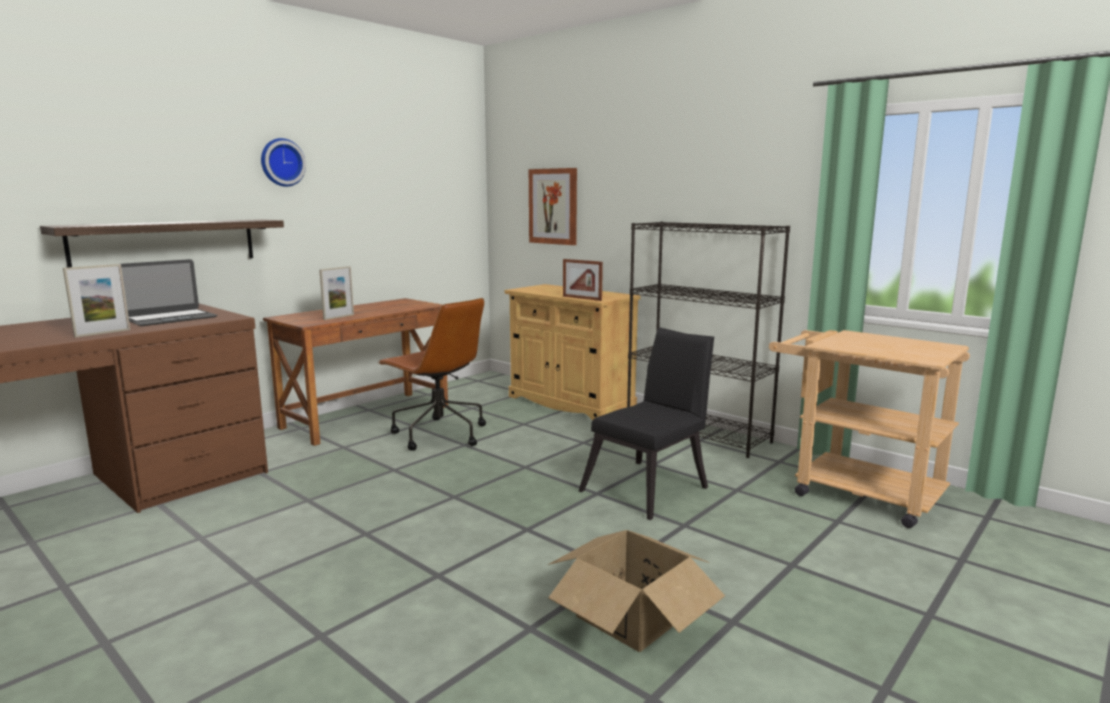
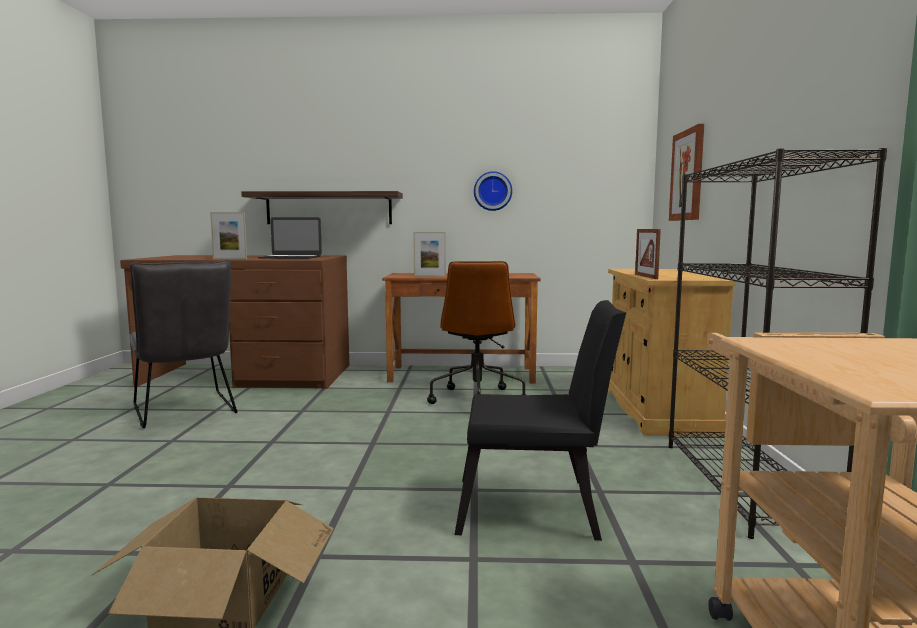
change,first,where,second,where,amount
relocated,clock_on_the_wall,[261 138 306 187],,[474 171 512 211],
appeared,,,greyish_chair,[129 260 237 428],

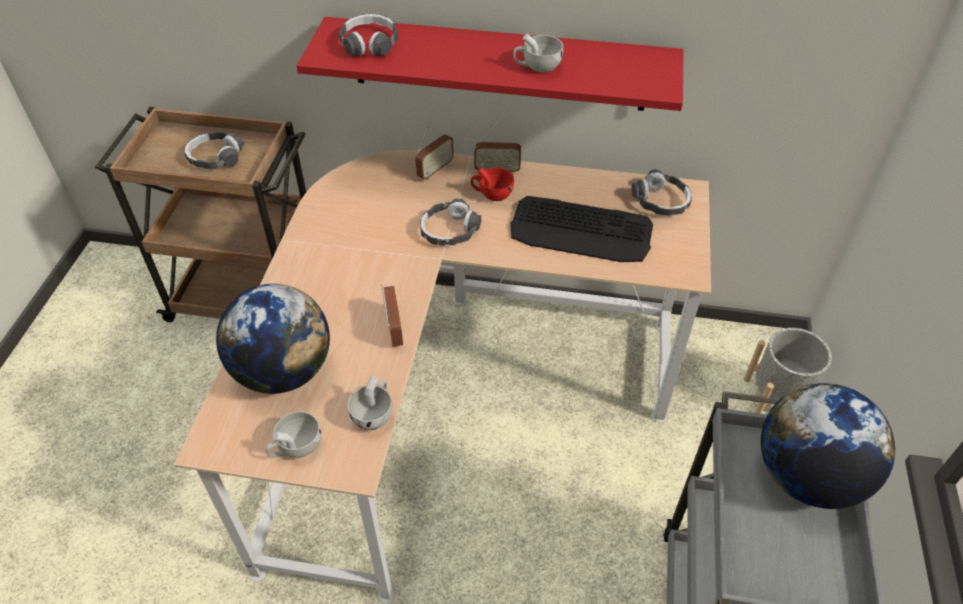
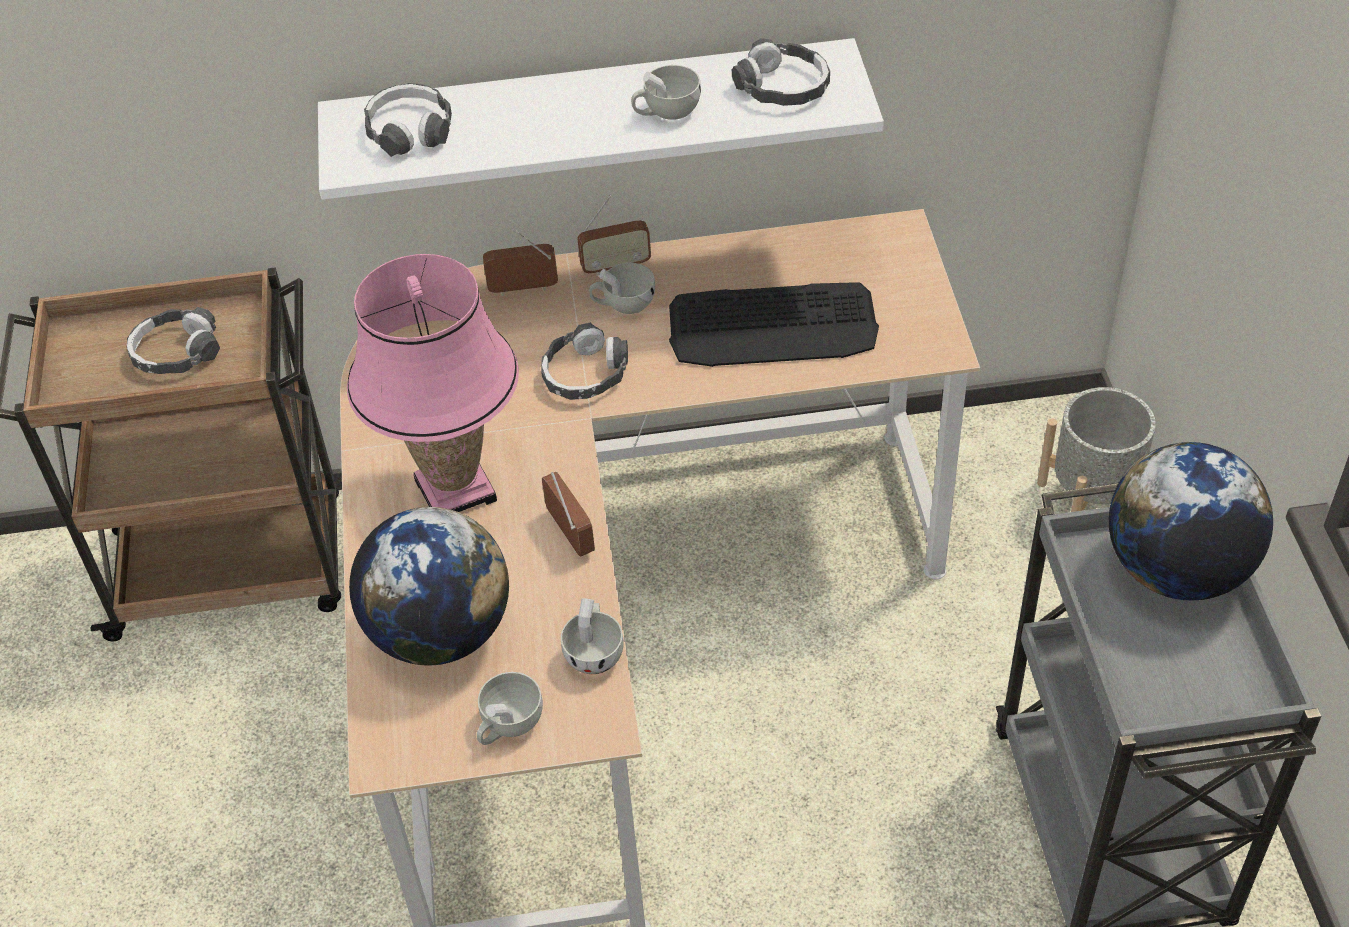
change,first,where,second,where,amount
colour,red-coloured_wall_shelf,[297 17 684 111],white_wall_shelf,[318 38 884 200],
spun,radio_receiver,[415 122 454 180],,[483 229 558 296],120 degrees counterclockwise
colour,red-coloured_cup,[471 167 514 201],white_cup,[589 263 655 314],
relocated,pair_of_headphones,[632 169 692 216],,[732 38 830 106],
appeared,,,pinkish_tabletop_lamp,[347 254 519 512],

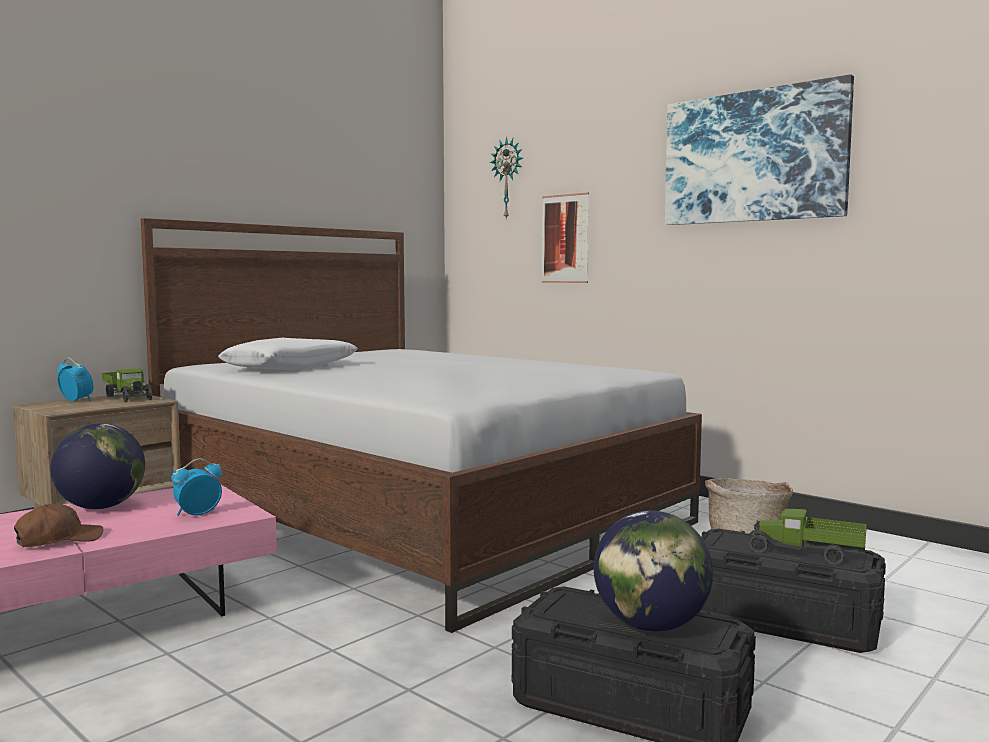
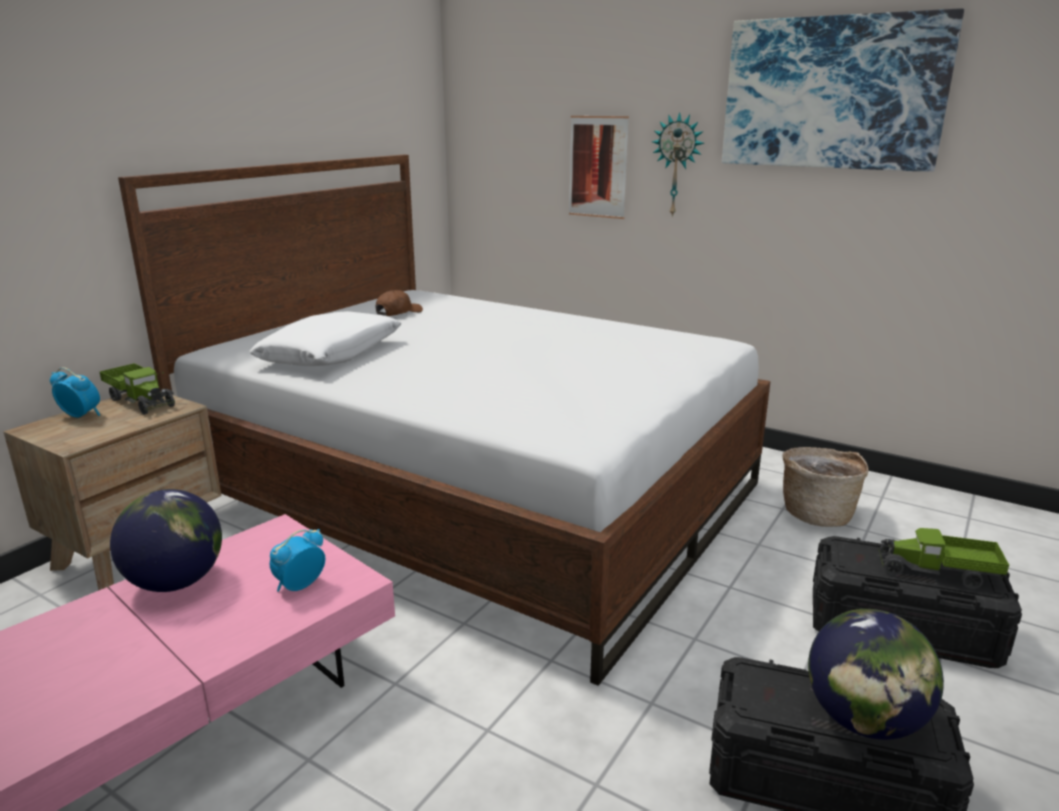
change,first,where,second,where,amount
relocated,brown-coloured_peaked_cap,[14 504 103 547],,[376 290 423 316],
relocated,clock_on_the_wall,[490 137 523 219],,[652 112 704 217],

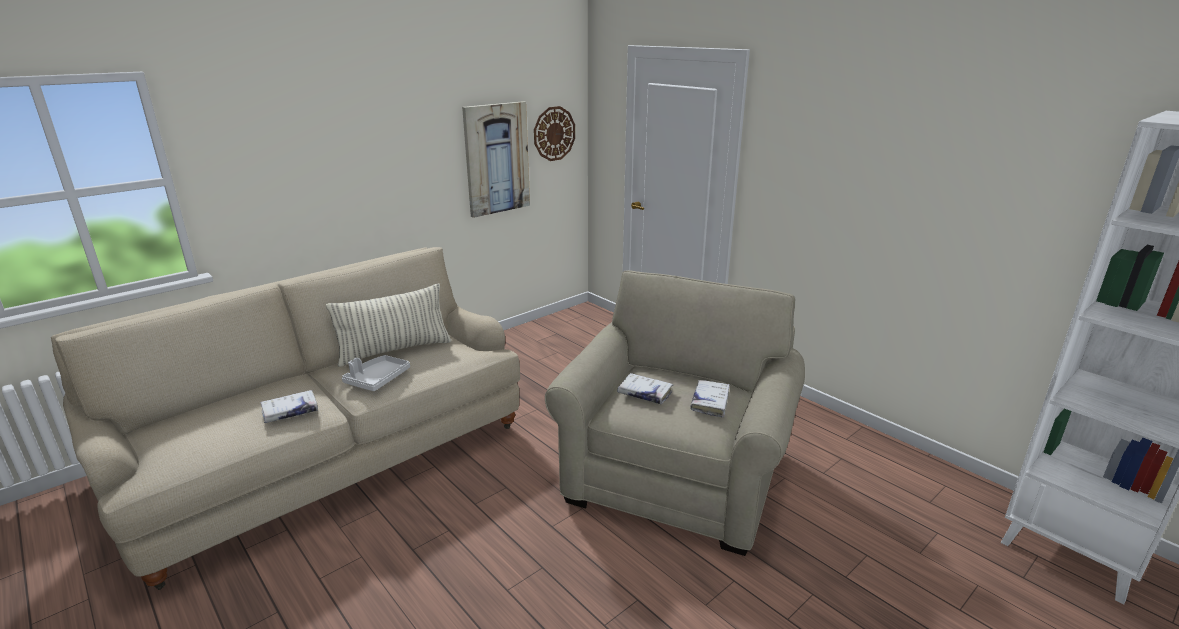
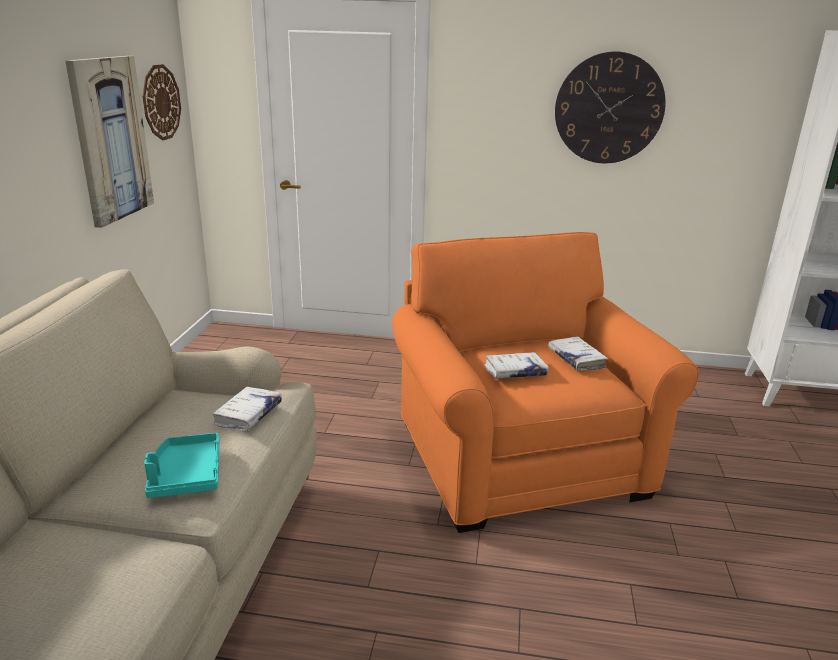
change,first,where,second,where,amount
relocated,white_bound_book,[260 390 318 423],,[212 386 282 430],
missing,throw_pillow,[326 283 451 367],,,
colour,greyish_serving_tray,[342 355 410 391],blue-green_serving_tray,[144 433 219 498],
colour,beige_lounge_chair,[545 270 805 556],orangey_lounge_chair,[392 232 699 533],
appeared,,,clock_on_the_wall,[555 52 666 163],

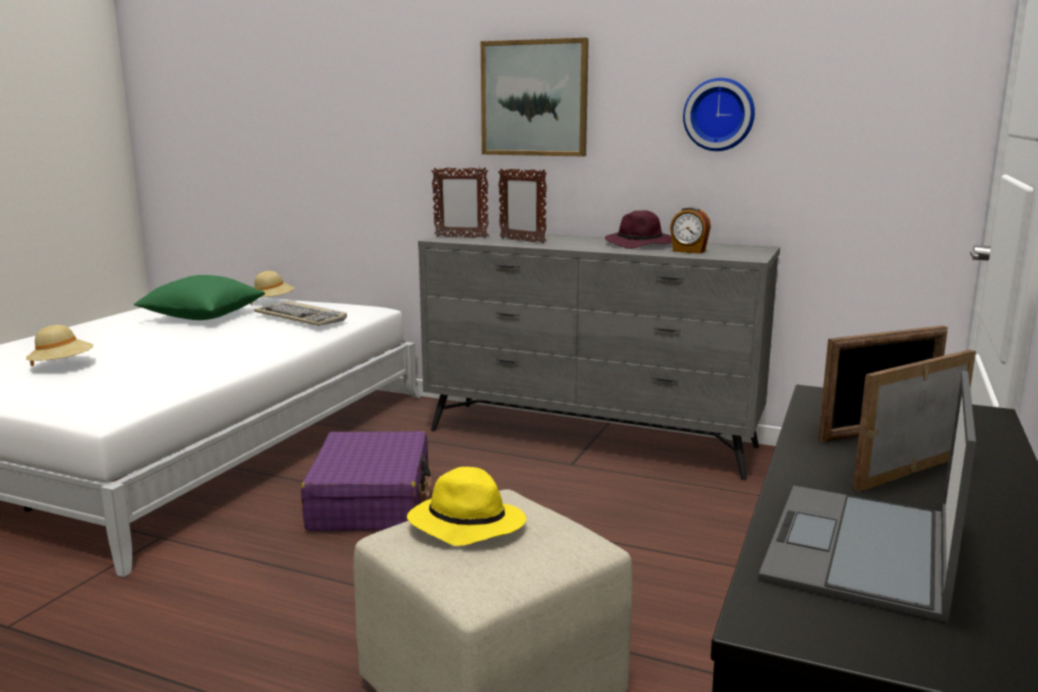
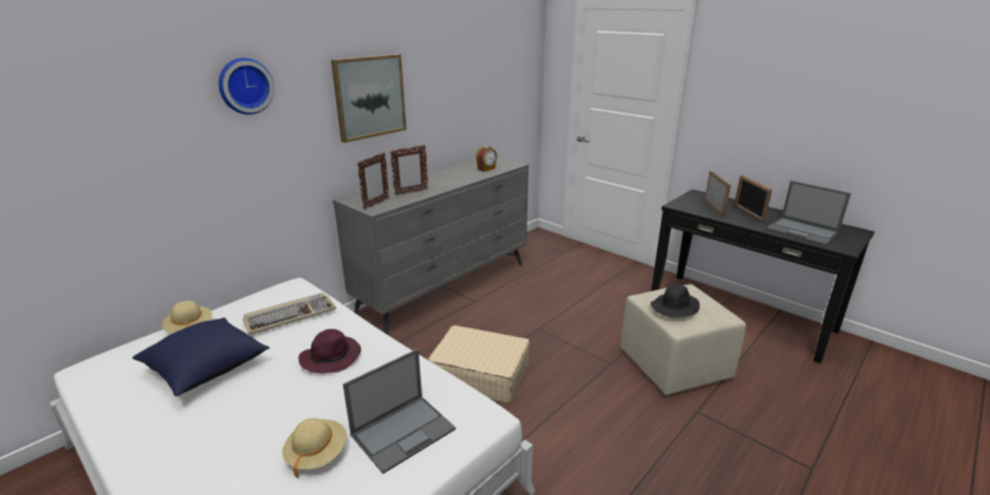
change,first,where,second,where,amount
colour,green-coloured_throw_pillow,[134 275 265 320],blue_throw_pillow,[132 318 269 397],
colour,purple_suitcase,[301 431 431 531],beige_suitcase,[427 325 530 403],
colour,yellowish_hat,[407 467 526 546],black-coloured_hat,[651 284 700 318],
relocated,purple_hat,[605 210 672 249],,[298 329 361 373],
relocated,clock_on_the_wall,[683 78 755 151],,[218 58 274 115],
appeared,,,notebook_computer,[343 349 456 474],

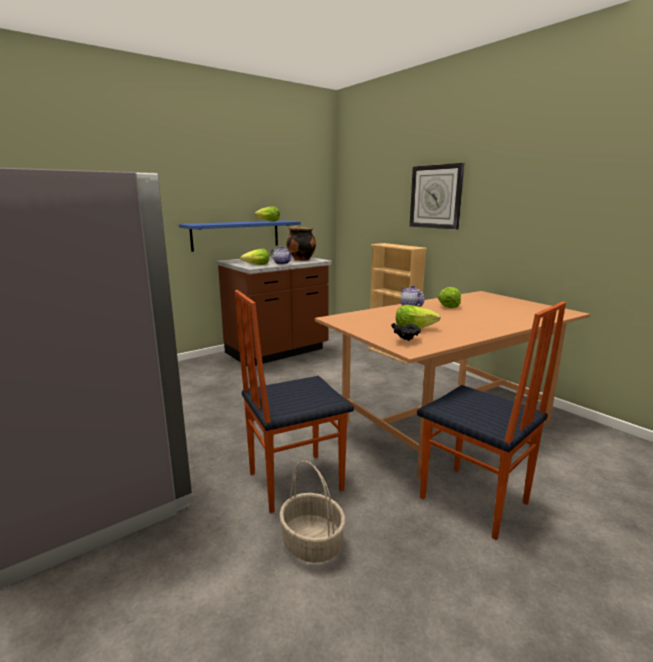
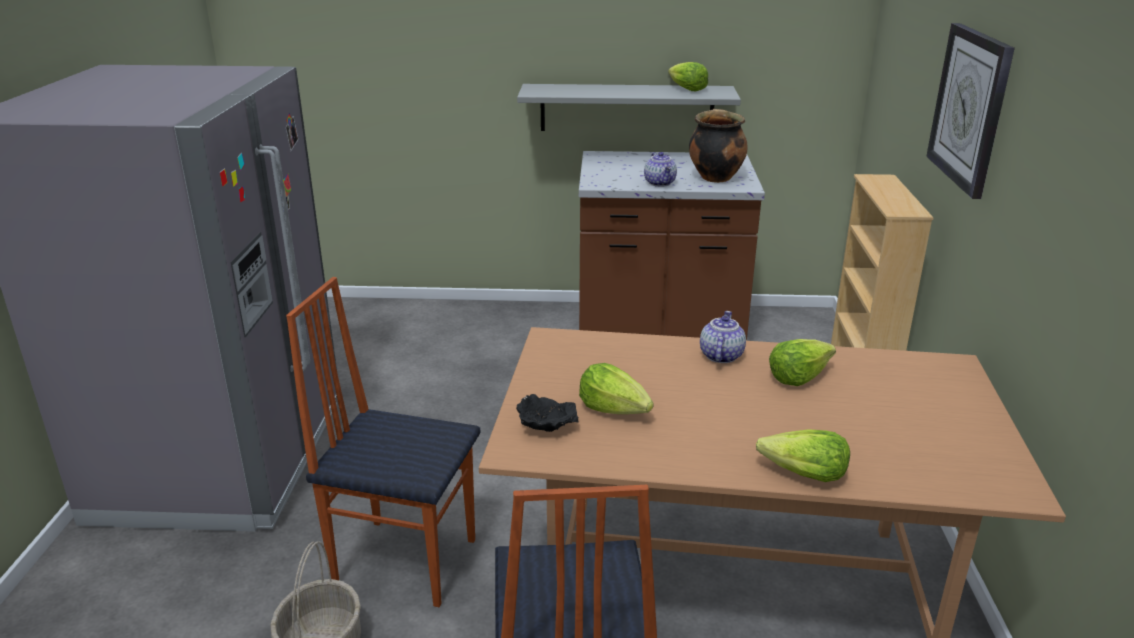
change,first,where,second,where,amount
colour,blue_wall_shelf,[179 221 301 252],greyish_wall_shelf,[517 84 741 131],
relocated,lettuce,[240 249 269 265],,[756 429 850 482],

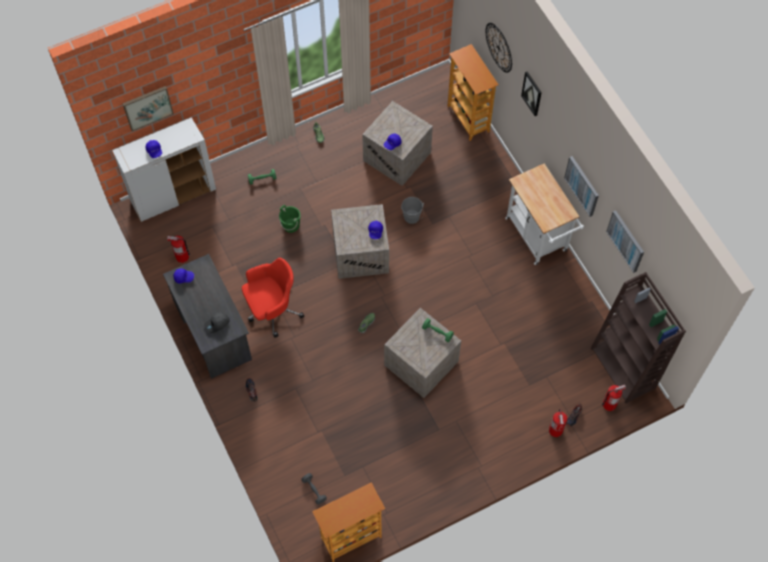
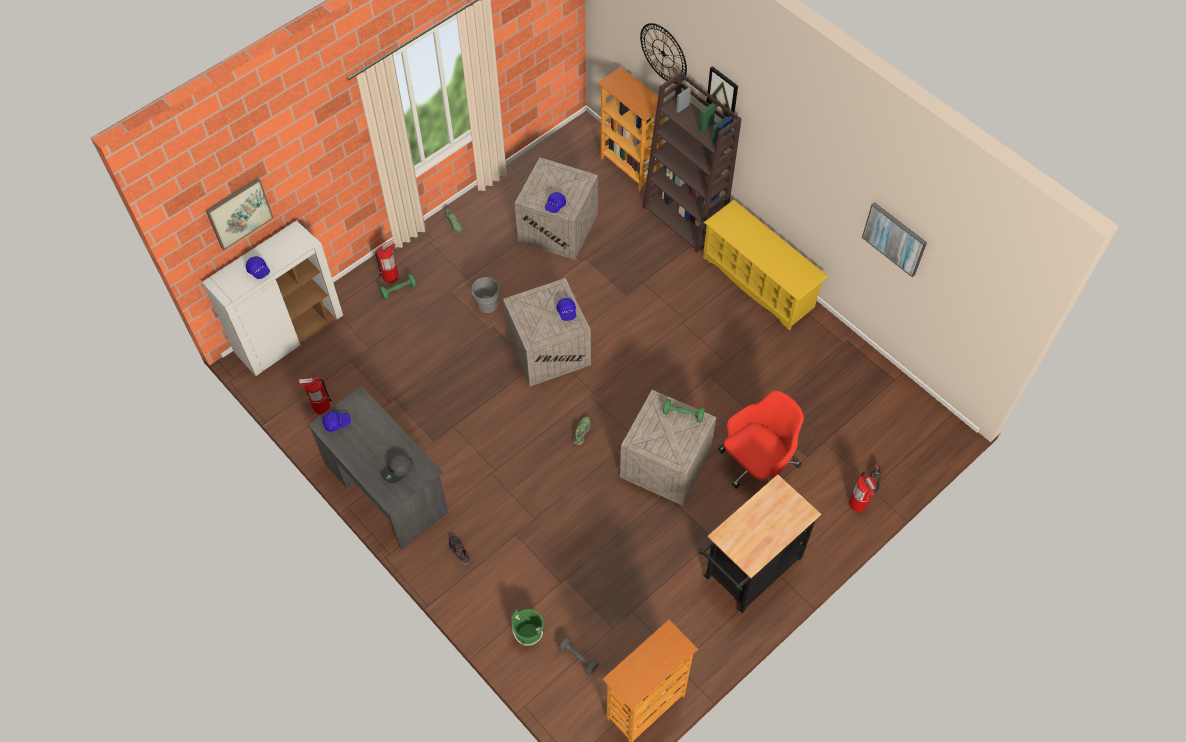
change,first,where,second,where,amount
relocated,red-coloured_desk_chair,[242 258 304 337],,[718 391 804 489],
relocated,green-coloured_water_bucket,[279 204 301 233],,[511 609 544 646],
relocated,greyish_water_bucket,[401 197 424 224],,[471 277 502 313],
exchanged,white_wheeled_cart,[505 163 584 265],yellowish_shoe_shelf,[703 200 828 330],
missing,wall_picture,[564 156 599 217],,,
relocated,brown-coloured_bookshelf,[591 272 686 404],,[643 72 742 253],
relocated,fire-fighting_cylinder,[602 385 626 411],,[375 240 399 283],
appeared,,,black-coloured_wheeled_cart,[699 475 821 613],

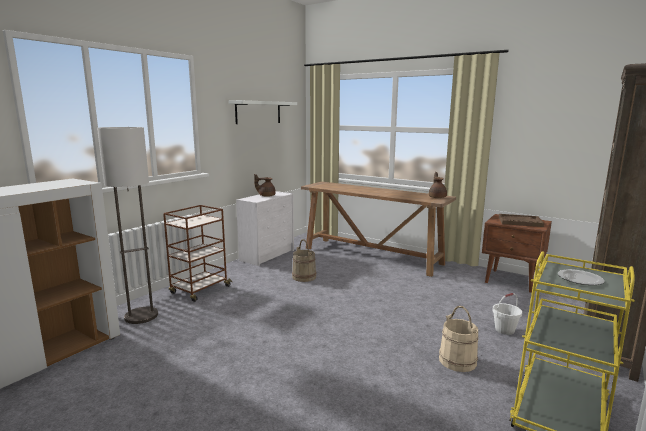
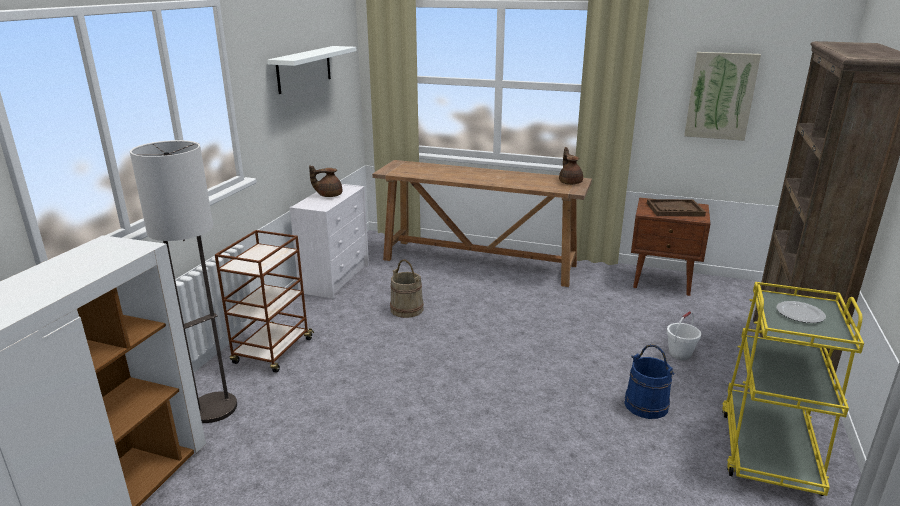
change,first,where,second,where,amount
colour,beige_water_bucket,[439 306 478 372],blue_water_bucket,[624 344 675 419],
appeared,,,wall_picture,[684 52 761 141],

